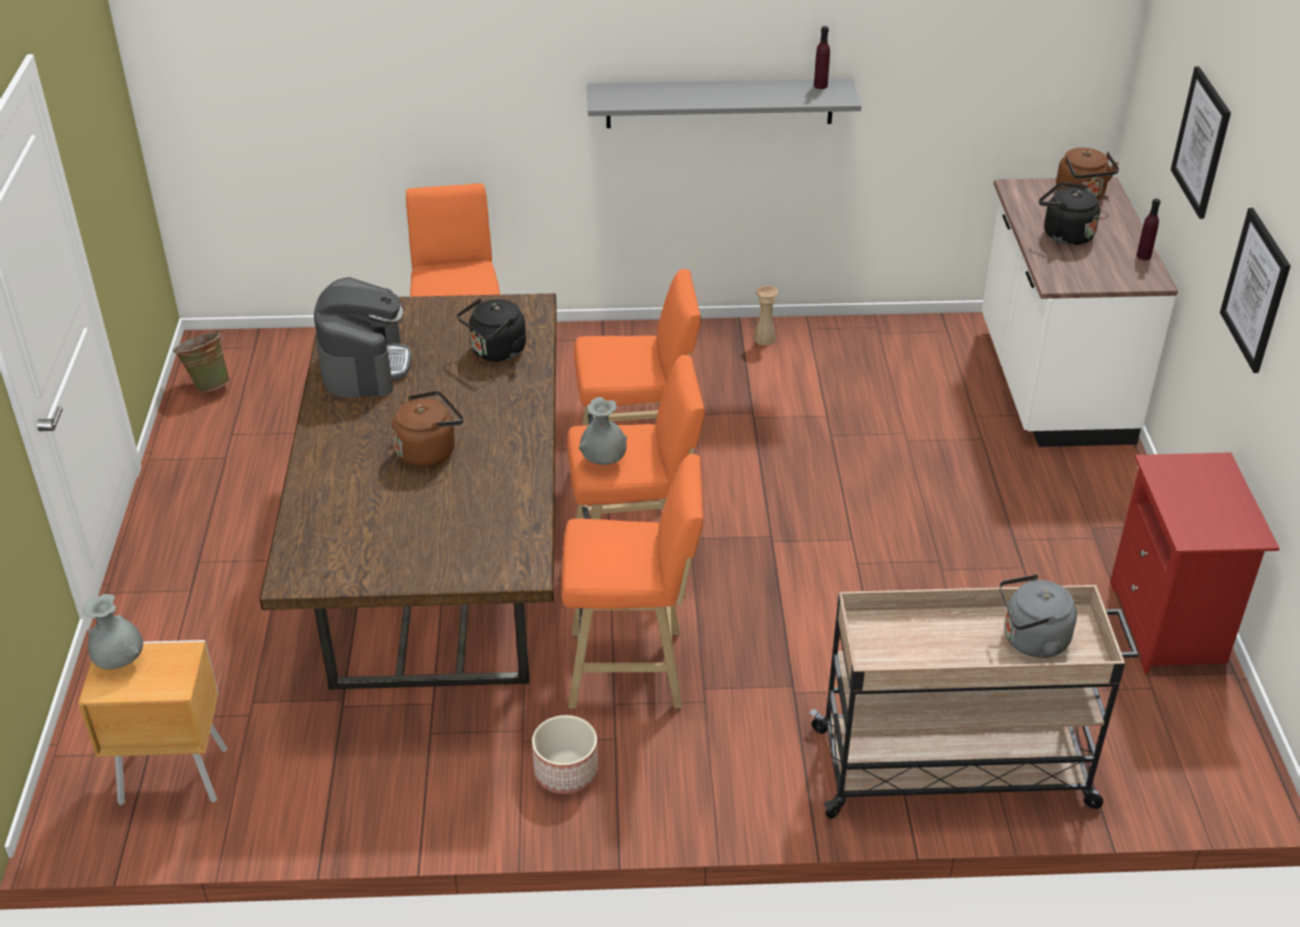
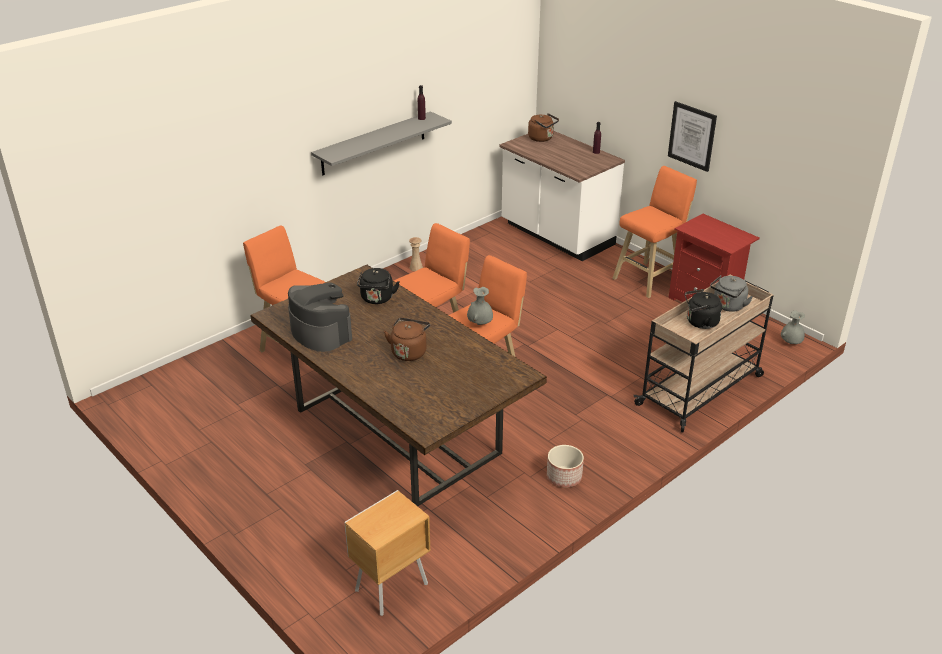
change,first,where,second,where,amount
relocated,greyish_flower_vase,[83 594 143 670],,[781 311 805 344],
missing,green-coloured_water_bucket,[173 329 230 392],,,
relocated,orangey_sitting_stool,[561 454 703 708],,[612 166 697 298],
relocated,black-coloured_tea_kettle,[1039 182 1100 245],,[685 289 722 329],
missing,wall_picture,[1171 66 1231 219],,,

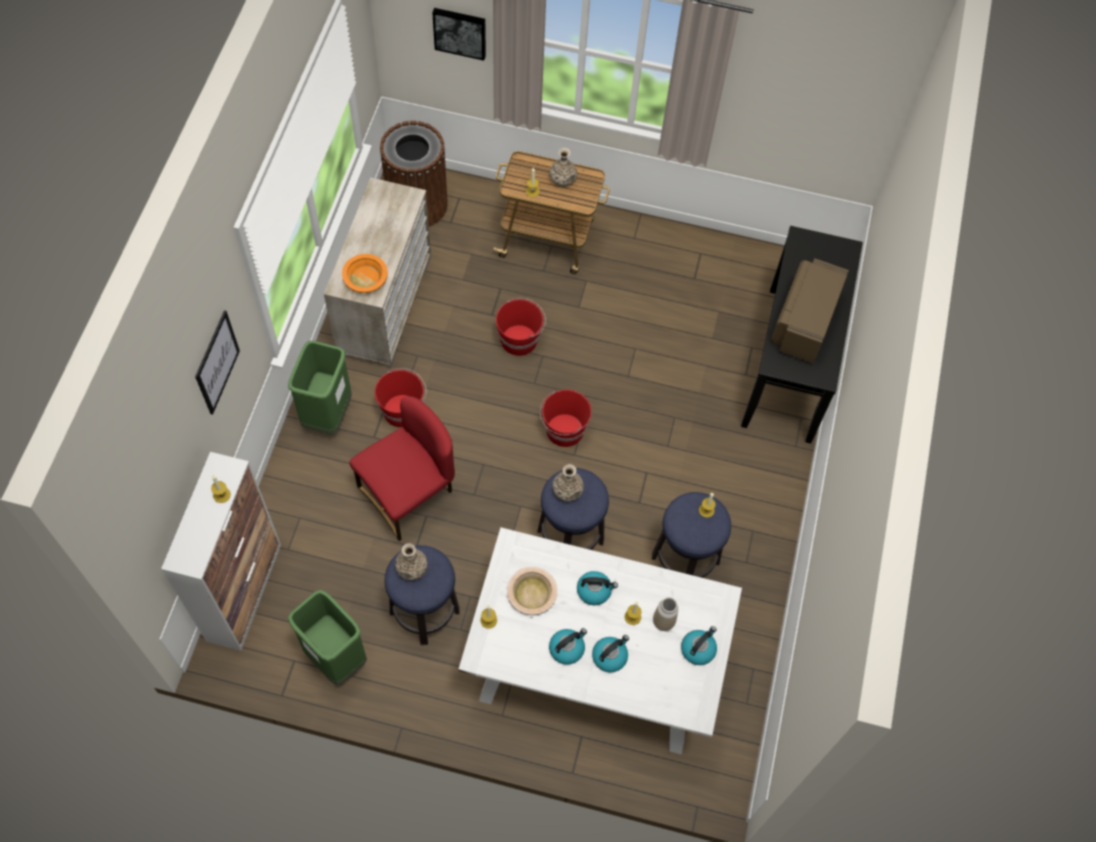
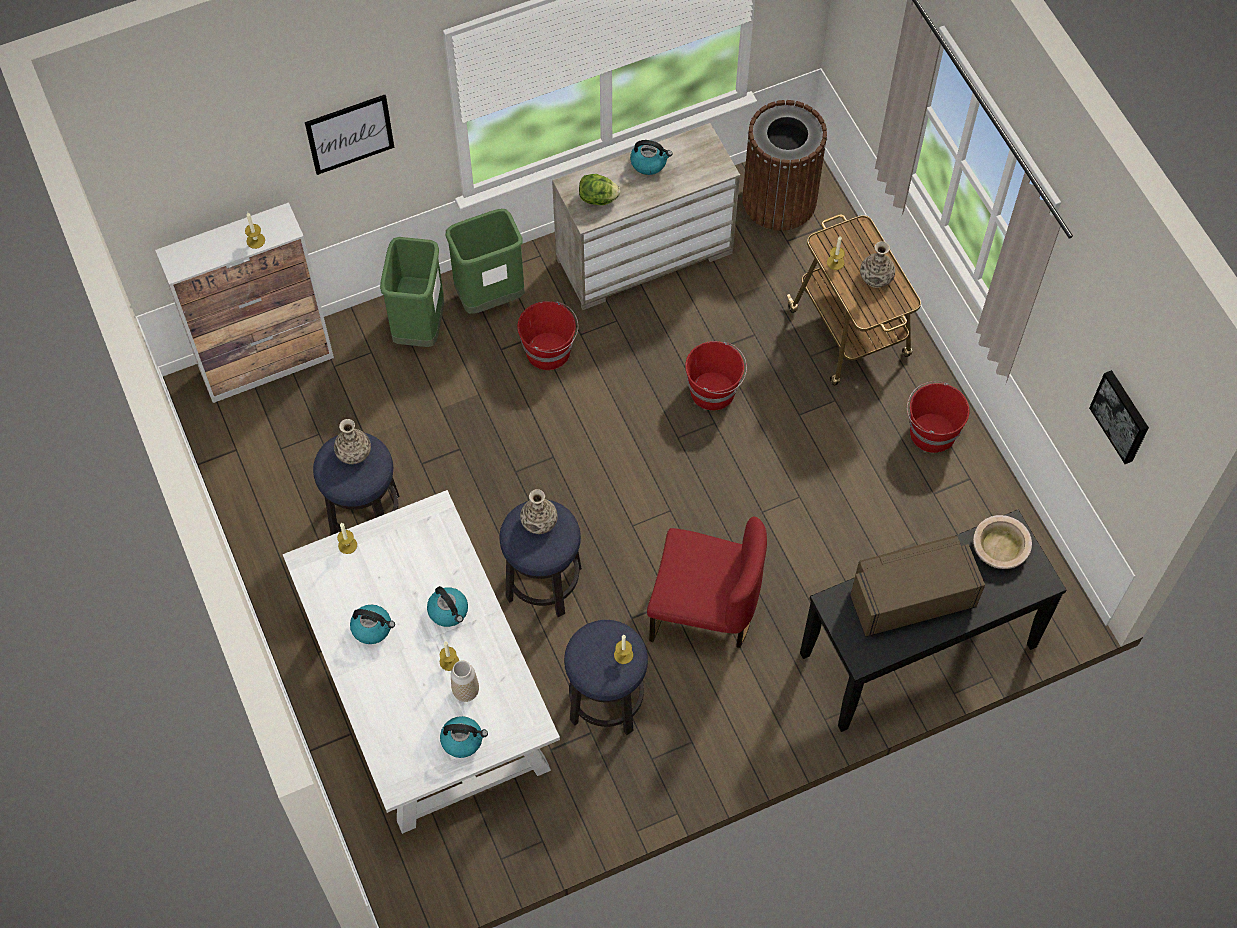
change,first,where,second,where,amount
relocated,green-coloured_waste_bin,[288 590 367 685],,[380 237 444 347],
exchanged,orangey_bowl,[342 254 388 293],lettuce,[579 174 620 205],
relocated,red-coloured_chair,[349 396 455 541],,[647 516 767 648],
relocated,wall_picture,[432 8 486 61],,[1089 370 1149 464],
relocated,beige_bowl,[507 567 558 615],,[973 515 1032 569],
relocated,red-coloured_water_bucket,[540 389 592 447],,[907 381 969 453],
relocated,tea_kettle,[592 635 629 672],,[630 140 673 175],

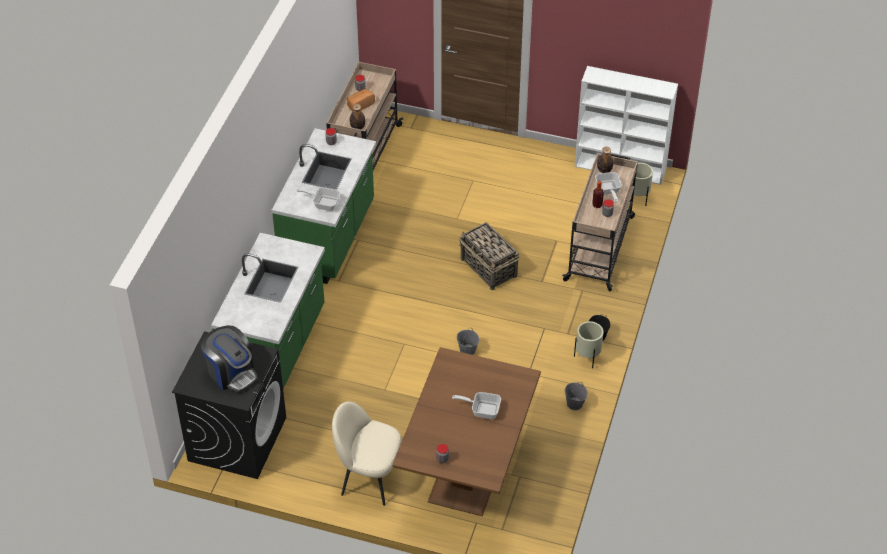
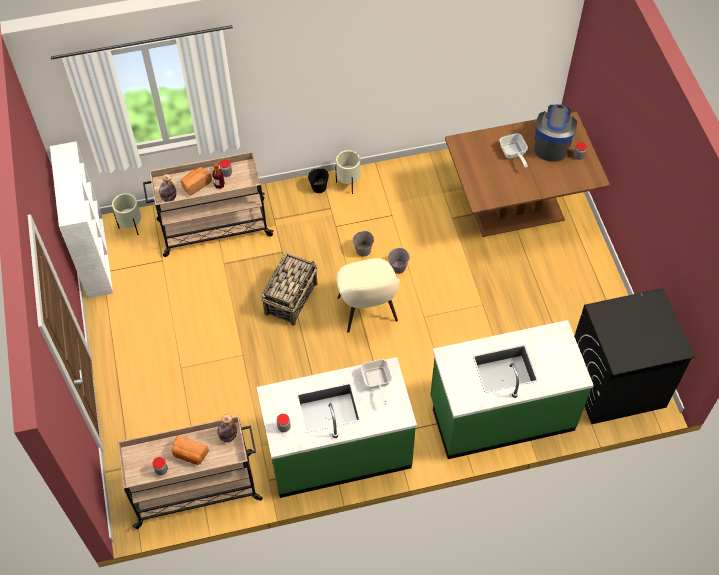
change,first,where,second,where,amount
relocated,coffee_brewer,[201 325 258 392],,[534 104 577 162],
relocated,beige_chair,[332 401 402 506],,[337 258 400 333],
relocated,greyish_water_bucket,[565 382 587 410],,[353 231 374 257],
exchanged,frying_pan,[595 172 622 202],bakery_bread,[181 167 212 196],

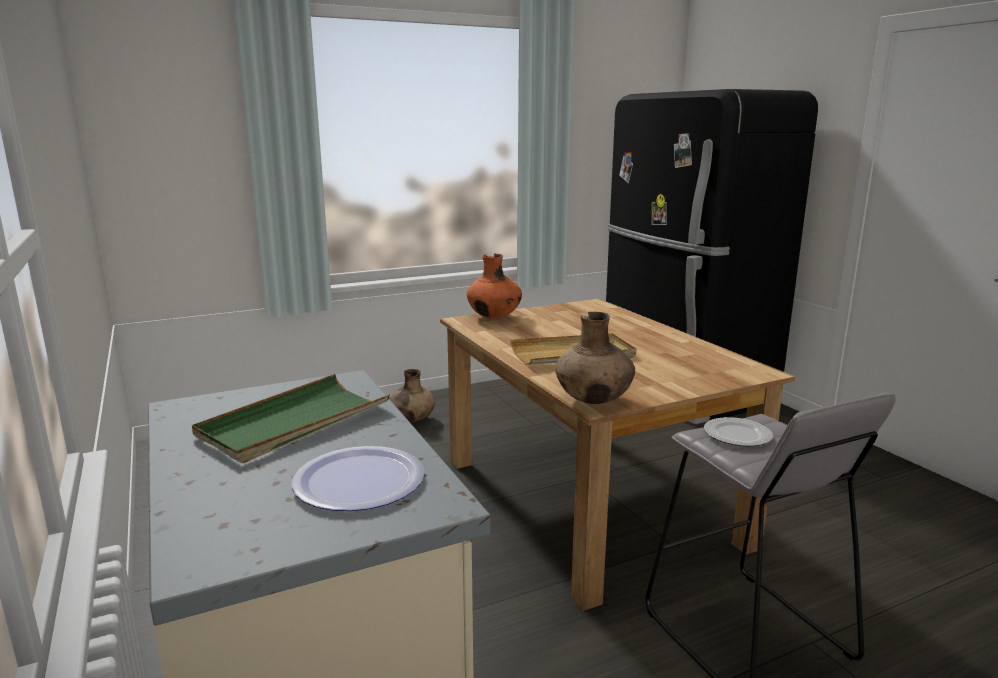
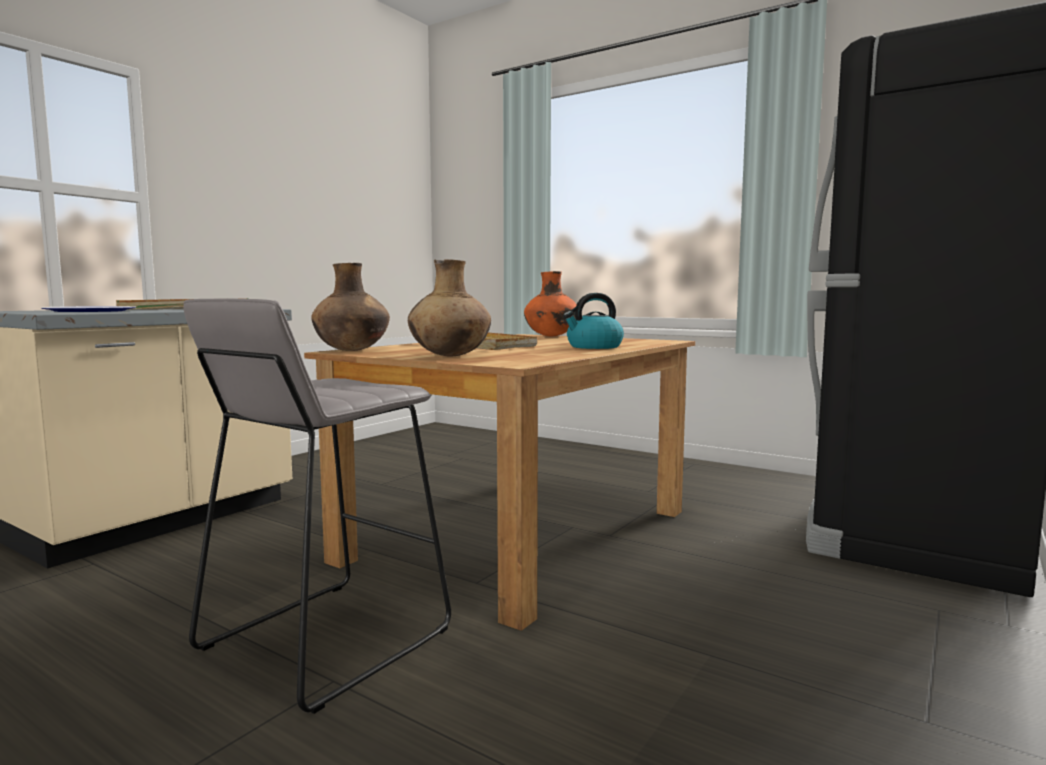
change,first,where,second,where,amount
relocated,brown-coloured_flower_vase,[390 369 435 422],,[408 259 491 357],
missing,flat_dish,[704 417 773 446],,,
appeared,,,tea_kettle,[563 293 624 349],

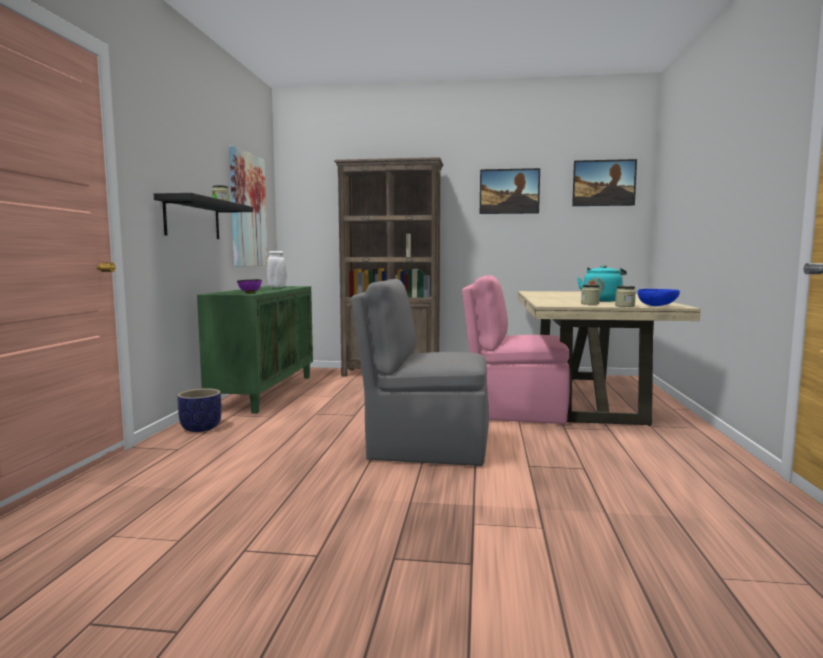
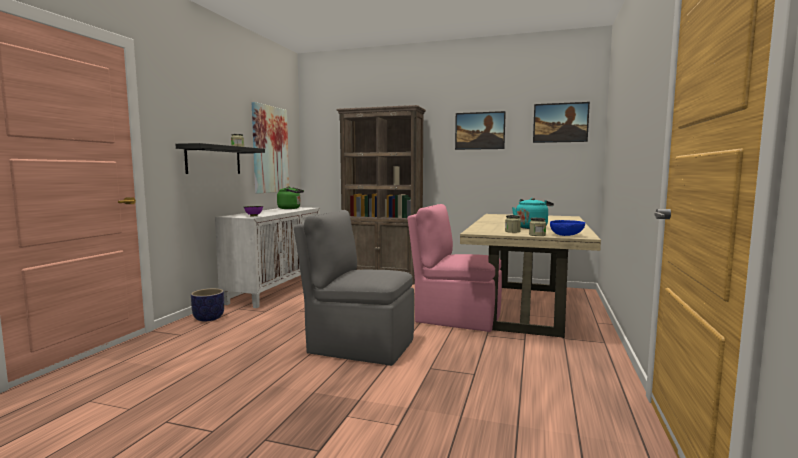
change,first,where,second,where,amount
colour,green-coloured_cabinet,[197 286 313 414],white_cabinet,[215 207 319 308],
exchanged,white_flower_vase,[267 251 287 287],green-coloured_tea_kettle,[277 186 304 209],

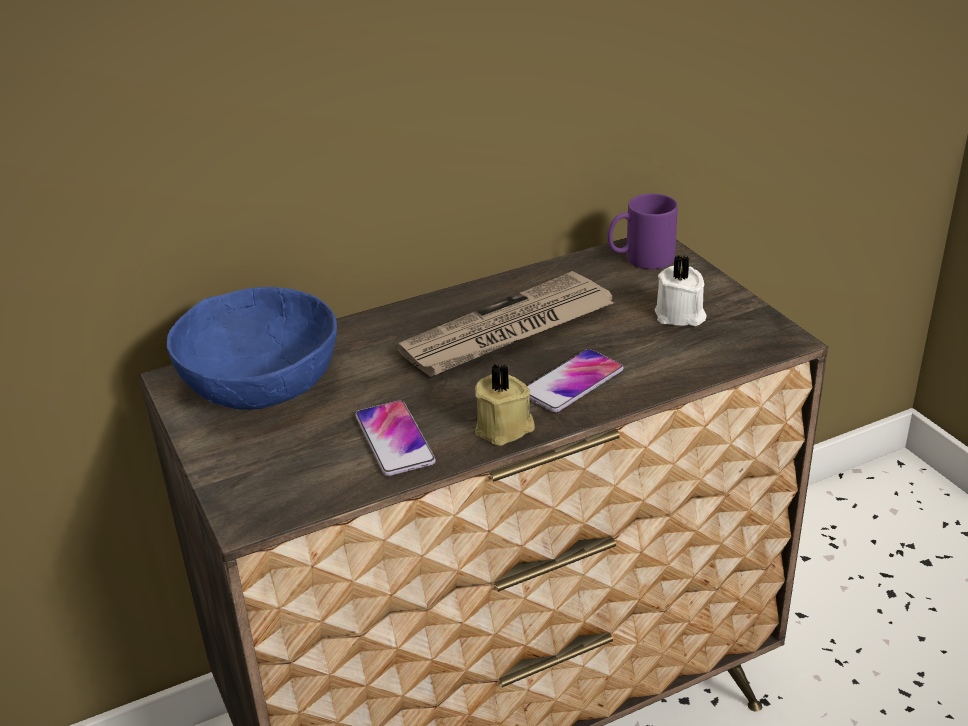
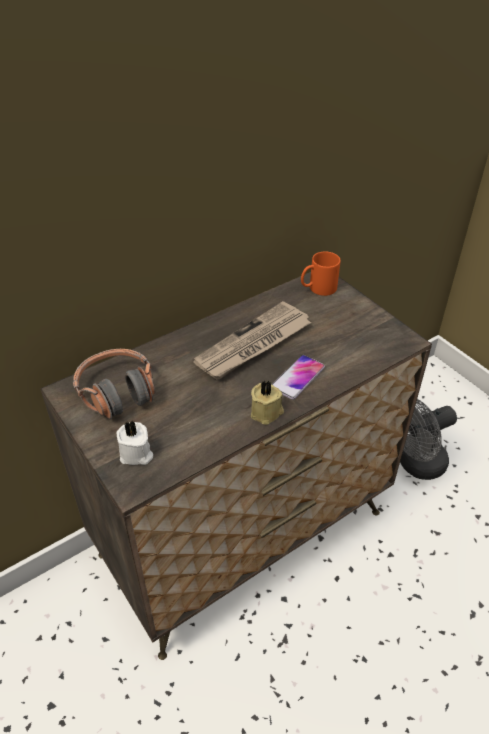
change,first,where,second,where,amount
exchanged,blue_bowl,[167 287 337 410],pair_of_headphones,[73 349 155 419],
missing,handset,[355 400 436 476],,,
colour,purple_coffee_mug,[607 194 678 269],orangey_coffee_mug,[301 251 341 296],
relocated,white_candle,[655 255 707 326],,[116 421 153 465],
appeared,,,greyish_cooling_fan,[400 399 457 480],

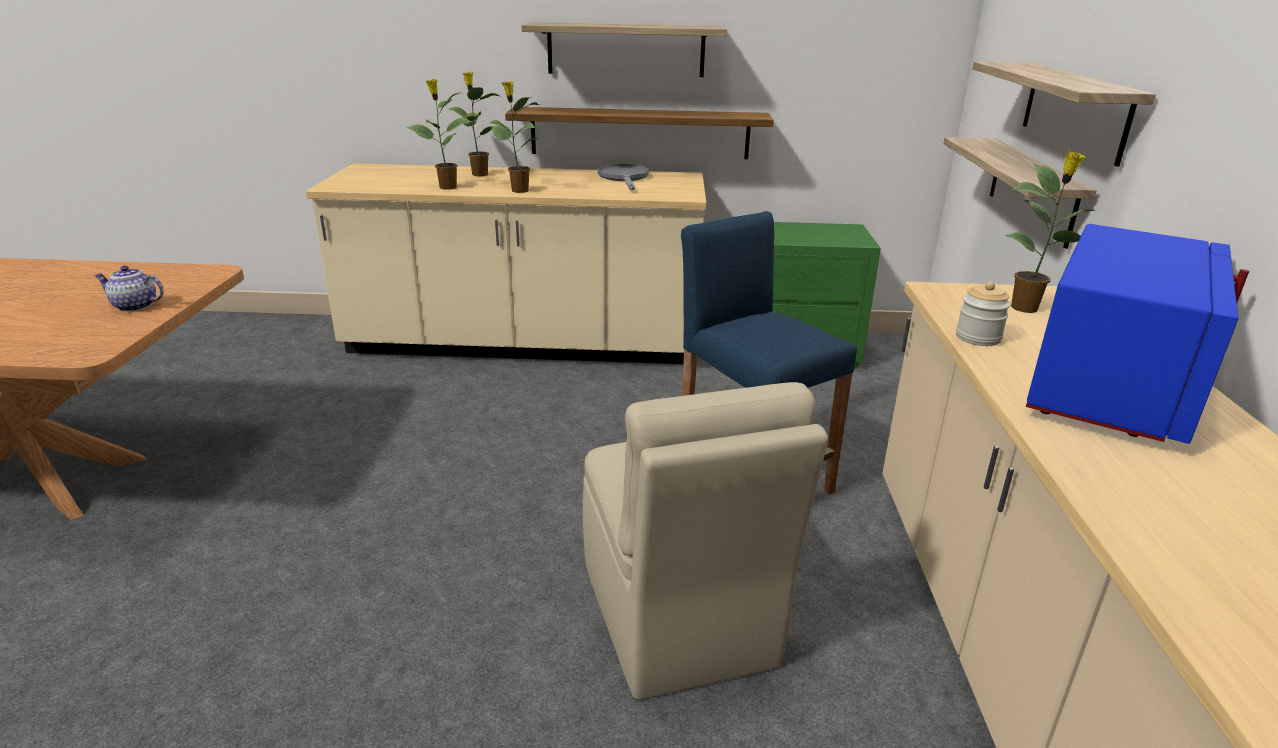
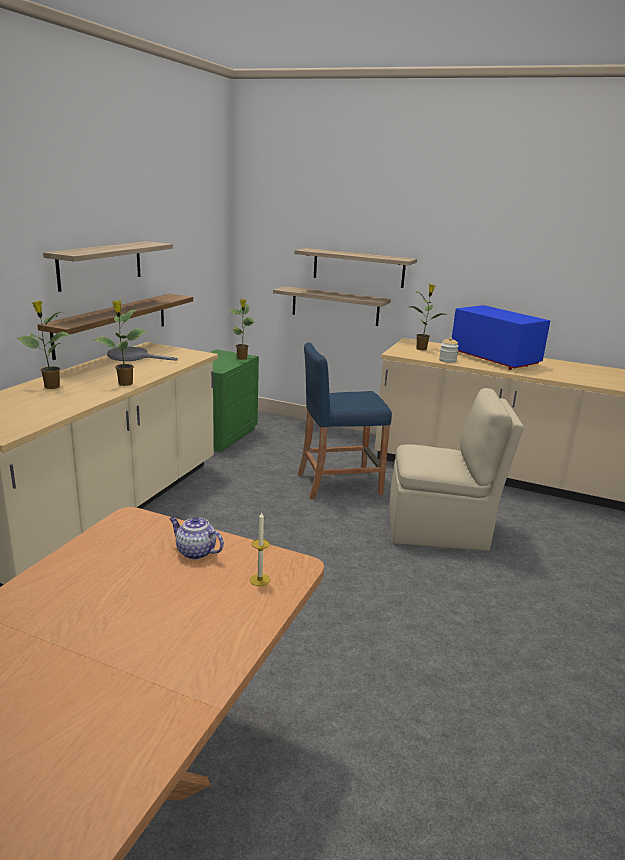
change,first,where,second,where,amount
spun,pot_for_tea,[94 266 164 312],,[169 517 224 560],90 degrees clockwise
relocated,plant_in_a_pot,[406 79 472 190],,[230 299 254 359],
appeared,,,candle,[250 511 270 586],

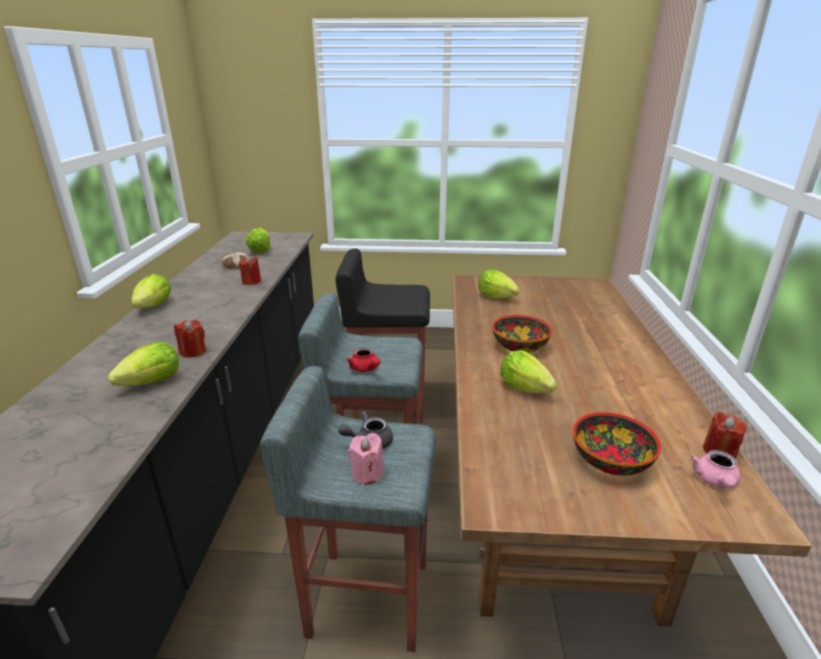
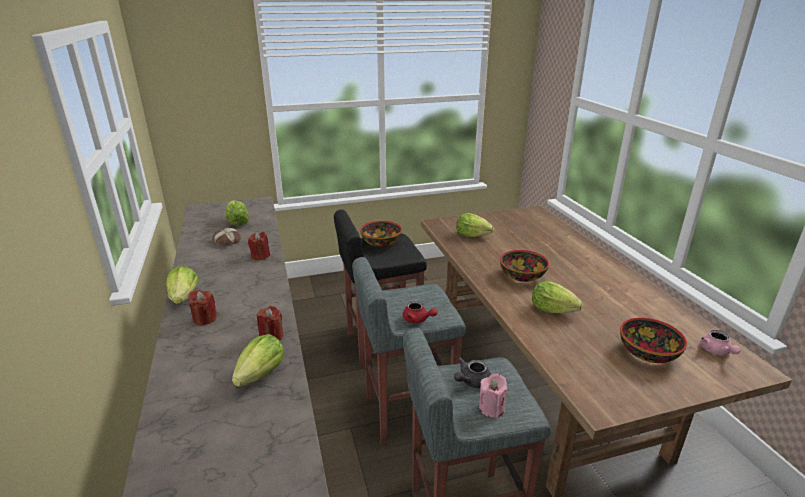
change,first,where,second,where,amount
relocated,red-coloured_candle,[703 411 747 459],,[188 290 217 325],
appeared,,,bowl,[360 221 402 247],

